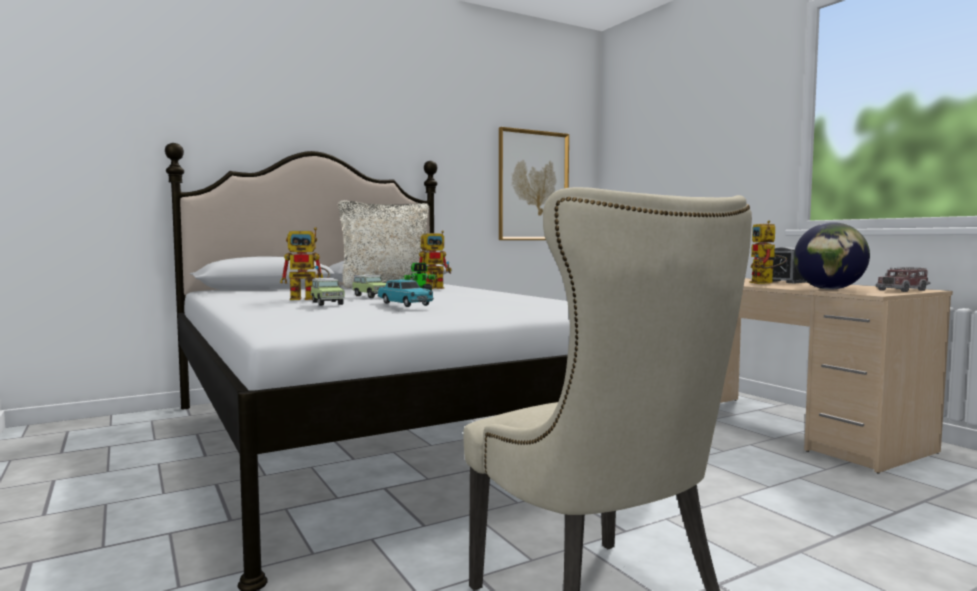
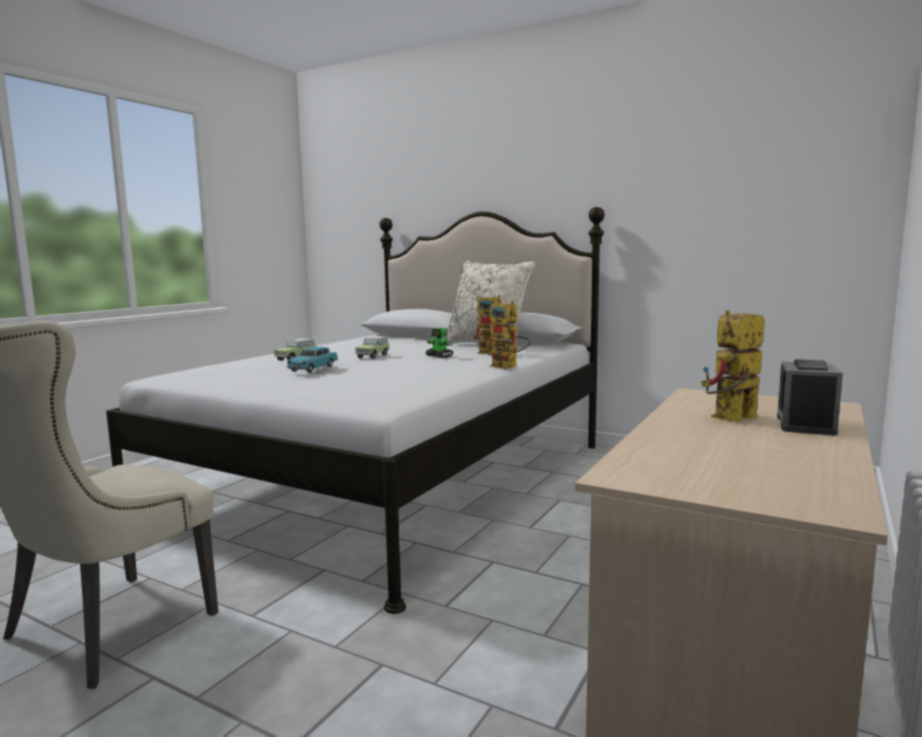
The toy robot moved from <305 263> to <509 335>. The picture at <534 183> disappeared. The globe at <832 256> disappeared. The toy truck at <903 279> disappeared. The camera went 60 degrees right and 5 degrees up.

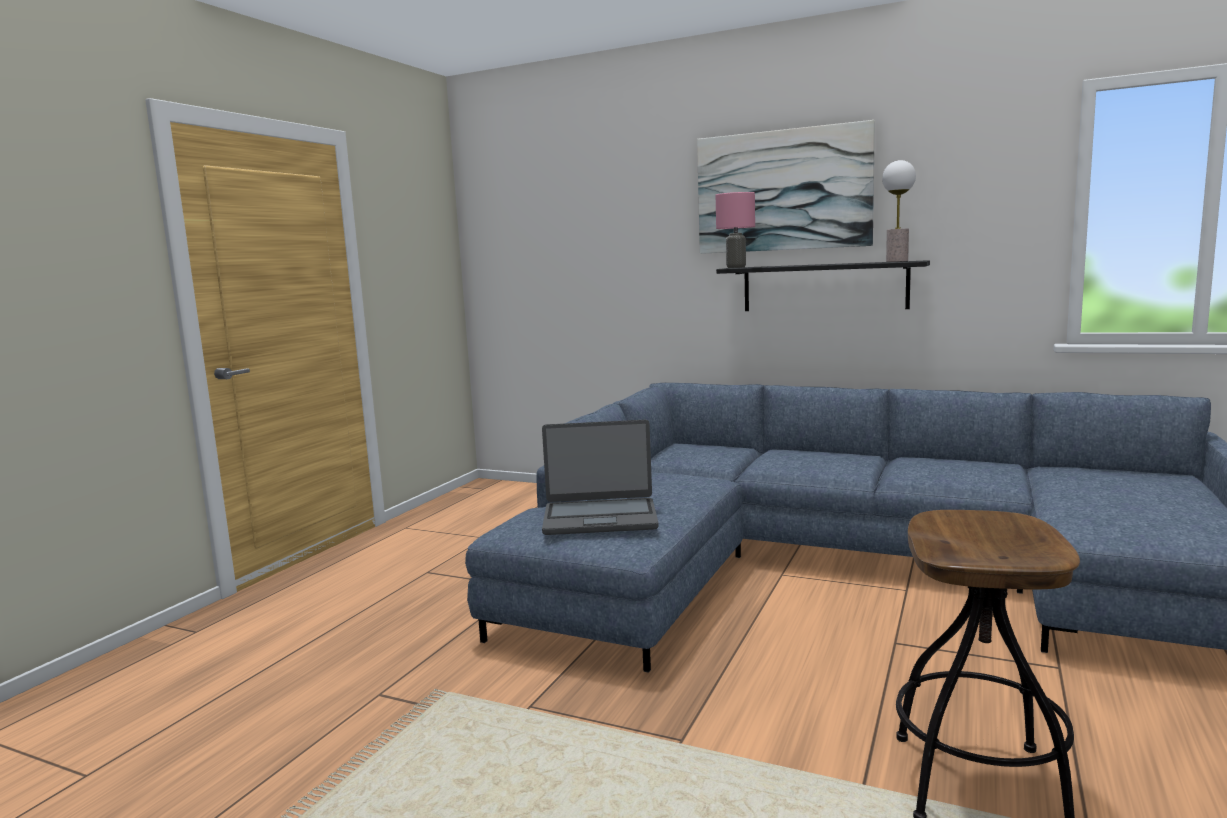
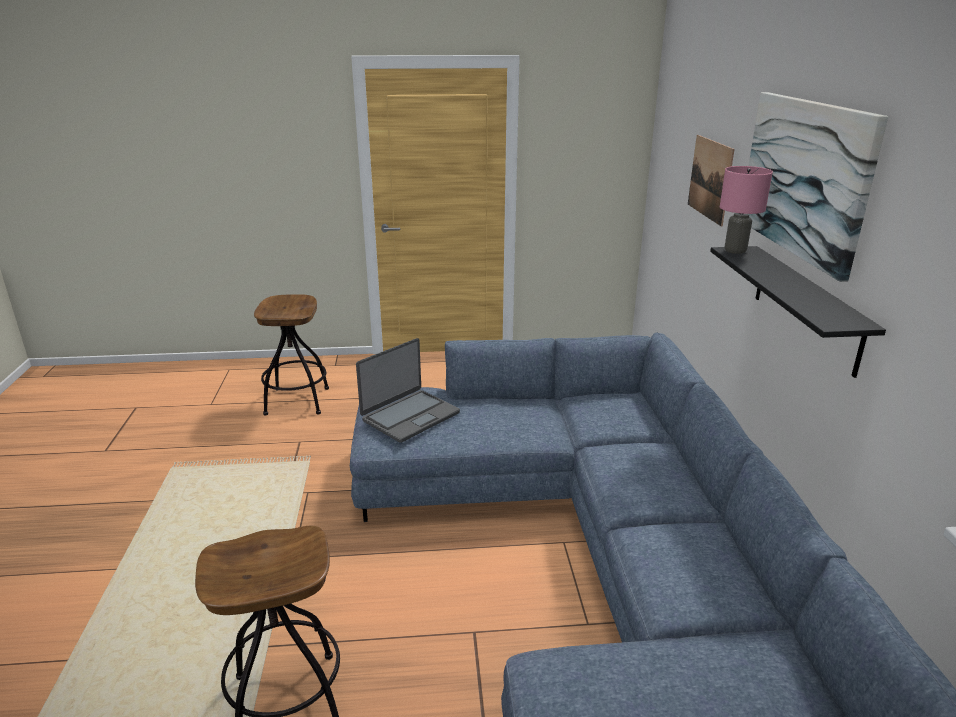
The stool in brown at <291 354> appeared. The laptop at <600 477> turned 105 degrees counterclockwise. The picture at <711 180> appeared. The table lamp at <899 211> disappeared. The camera went 60 degrees right and 15 degrees up.

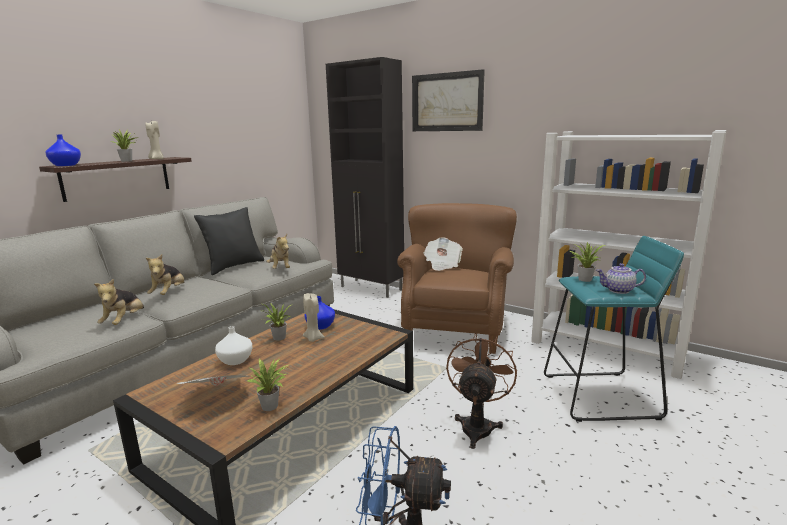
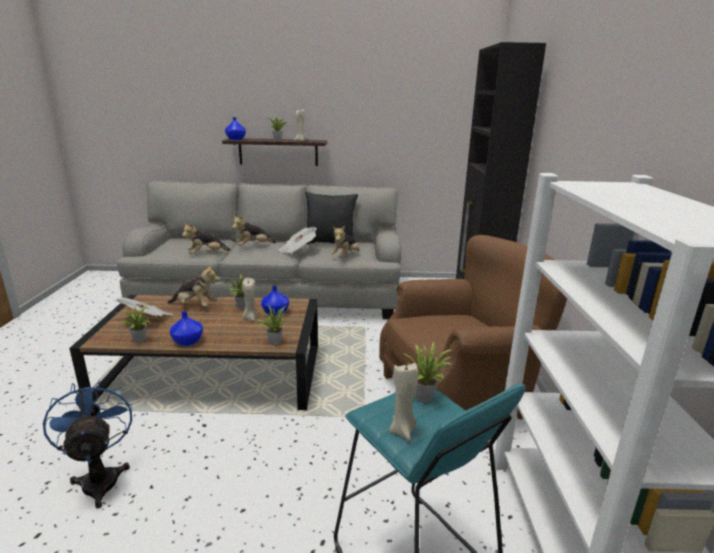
The vase in white at <233 345> was replaced by the plush toy at <193 285>. The vase in blue at <186 328> appeared. The potted plant at <271 325> appeared. The newspaper moved from <443 254> to <297 240>. The teapot at <621 278> was replaced by the candle in beige at <403 402>. The picture at <448 100> disappeared. The fan in brown at <481 391> disappeared. The camera went 55 degrees right and 5 degrees up.

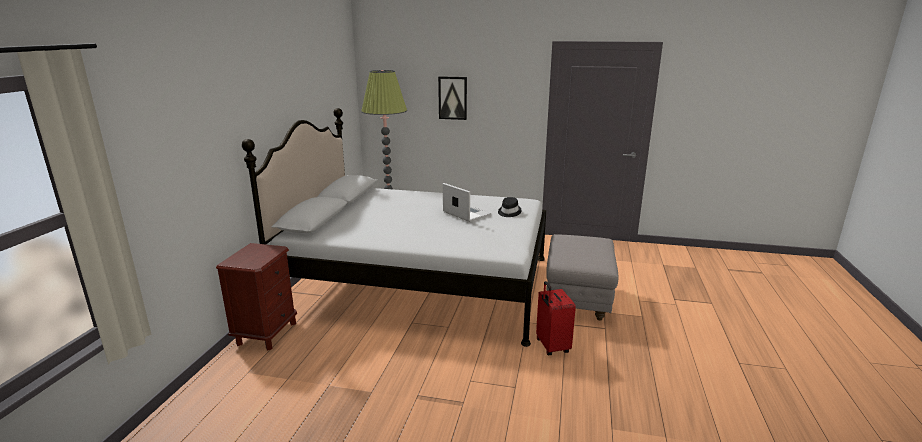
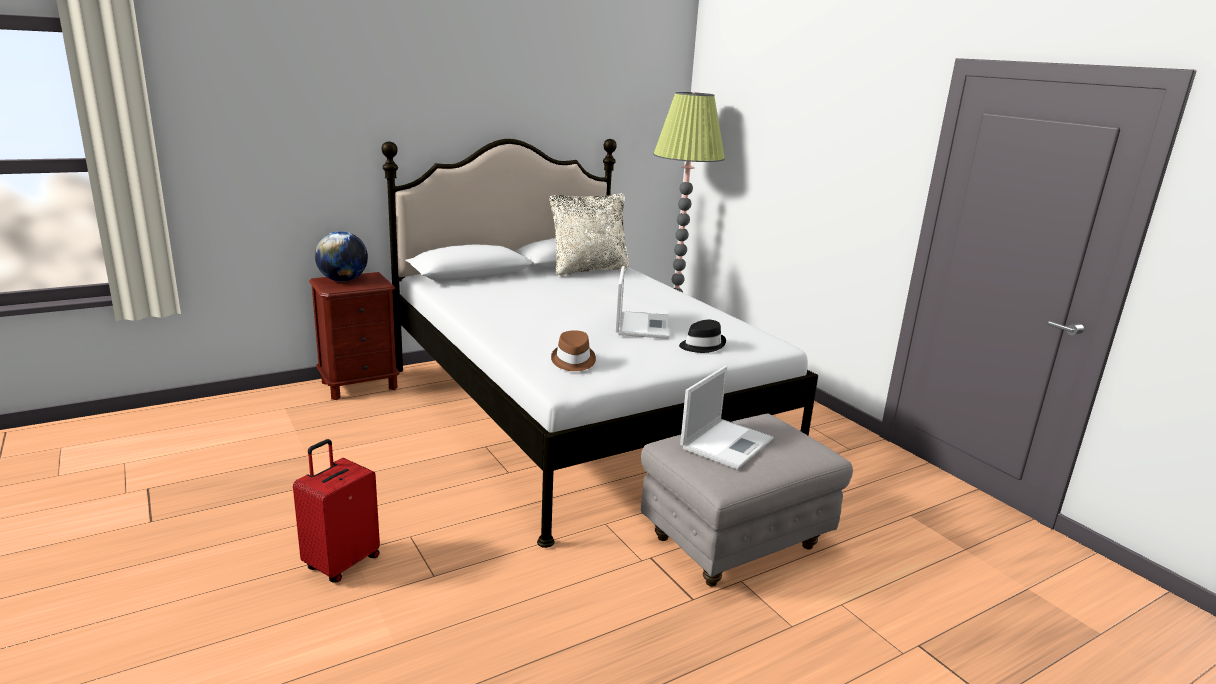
The suitcase in red moved from <556 318> to <336 511>. The globe at <341 256> appeared. The pillow in beige at <588 234> appeared. The hat in brown at <573 350> appeared. The laptop at <727 417> appeared. The picture at <452 98> disappeared. The camera went 45 degrees right and 0 degrees up.

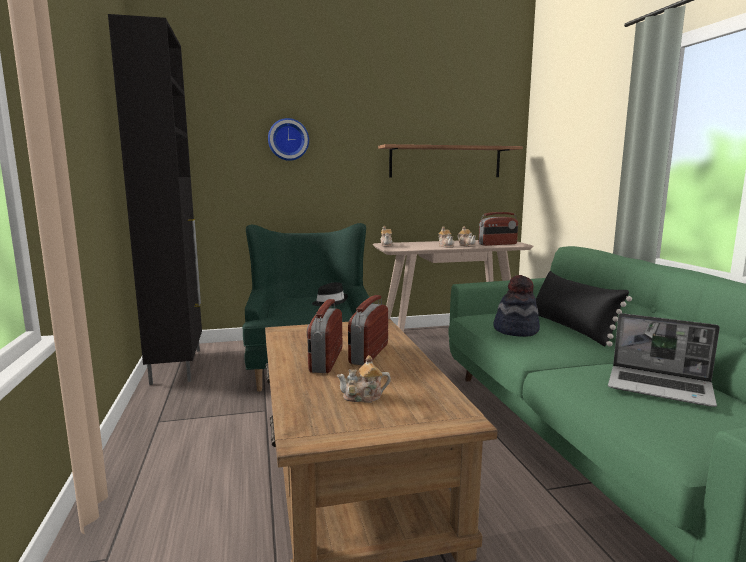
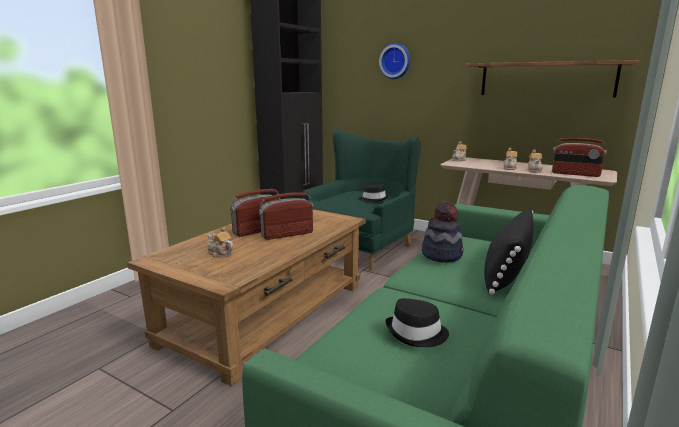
The laptop at <664 360> was replaced by the hat in black at <417 322>. The camera went 45 degrees right and 5 degrees up.

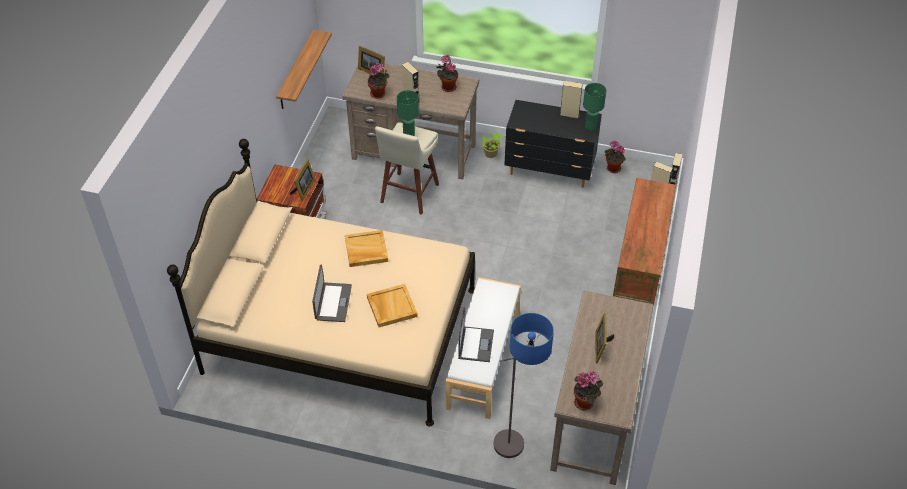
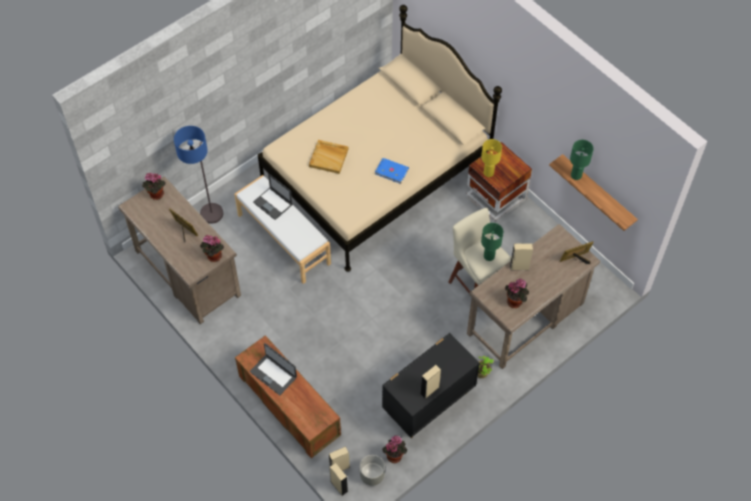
The potted plant moved from <379 81> to <212 248>. The laptop moved from <332 293> to <273 369>. The planter in grey at <372 470> appeared. The tray in beige at <366 248> was replaced by the book in blue at <392 171>. The picture frame at <302 180> was replaced by the table lamp in yellow at <491 158>. The table lamp in green moved from <594 107> to <582 160>. The camera went 125 degrees right and 10 degrees up.

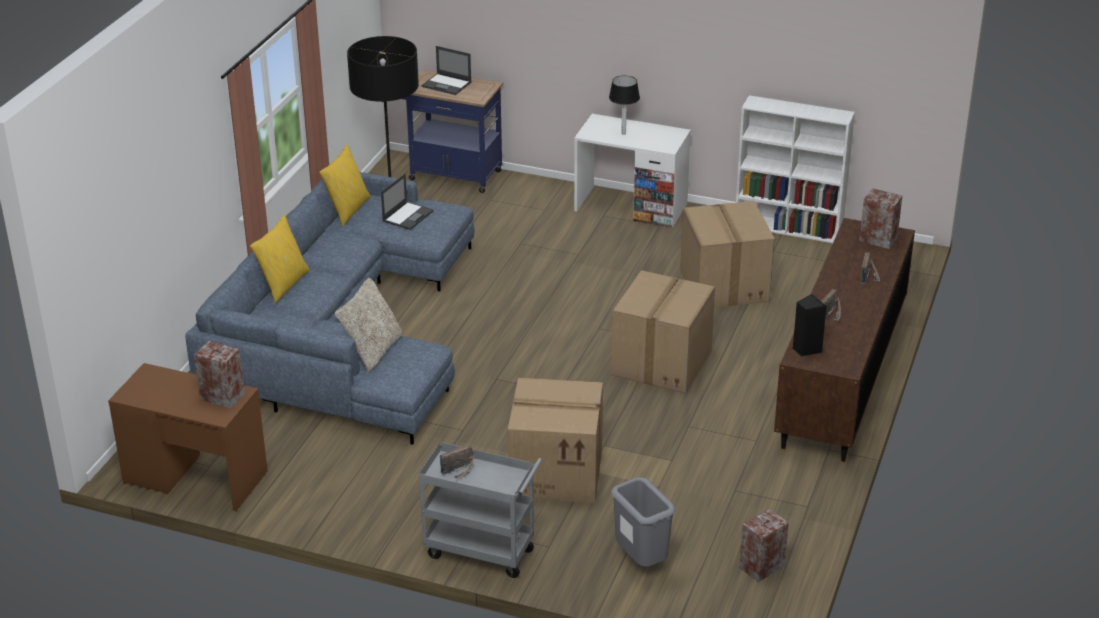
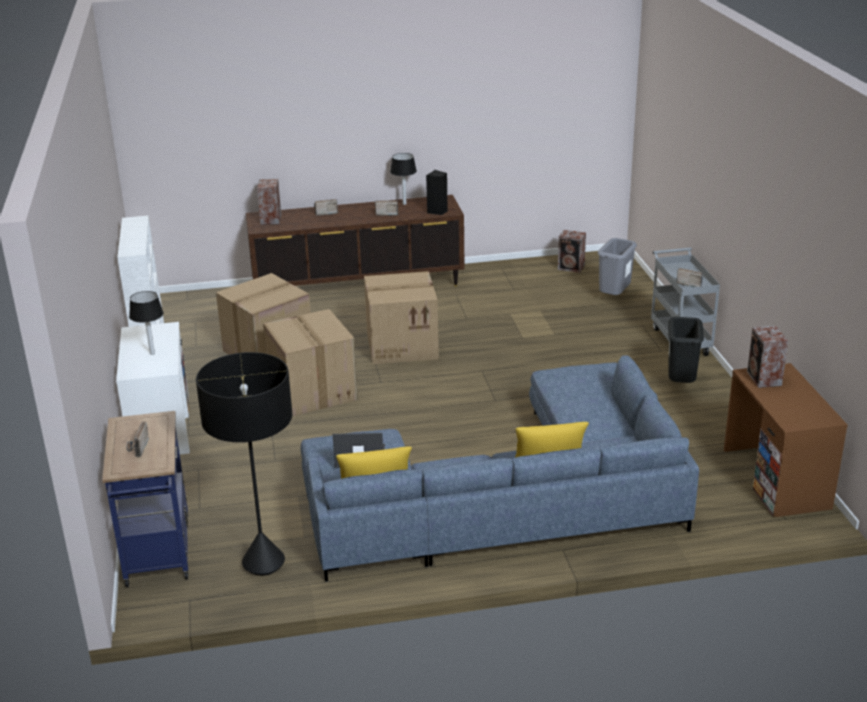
The laptop at <447 70> was replaced by the radio at <138 439>. The cardboard box moved from <555 440> to <310 362>. The table lamp at <403 179> appeared. The trash can in black at <686 350> appeared. The pillow in beige at <368 324> disappeared. The camera went 120 degrees left and 5 degrees down.

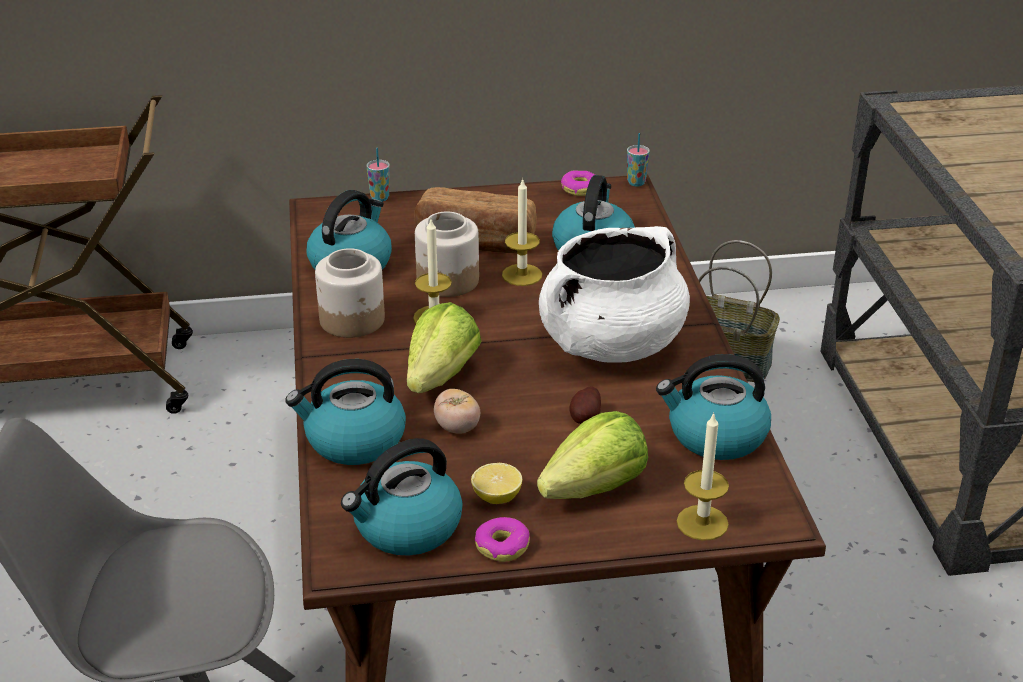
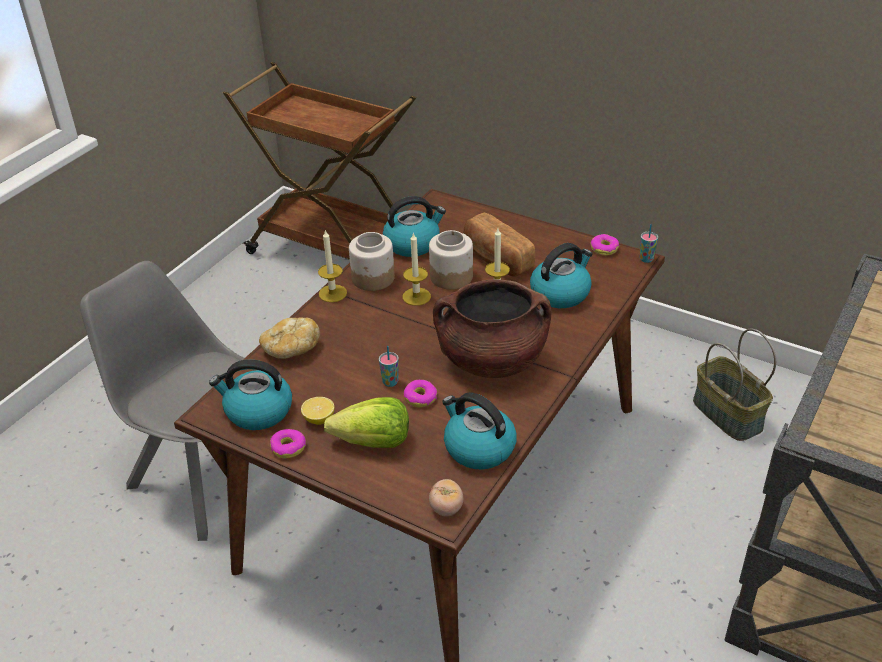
The kettle at <345 412> was replaced by the bread at <289 338>. The candle moved from <703 477> to <332 265>. The cup moved from <378 175> to <389 366>. The potato at <585 405> was replaced by the donut at <420 394>. The tomato moved from <457 411> to <446 497>. The cooking pot in white at <614 294> became the cooking pot in brown at <492 328>. The lettuce at <444 347> disappeared. The camera went 40 degrees right and 5 degrees up.

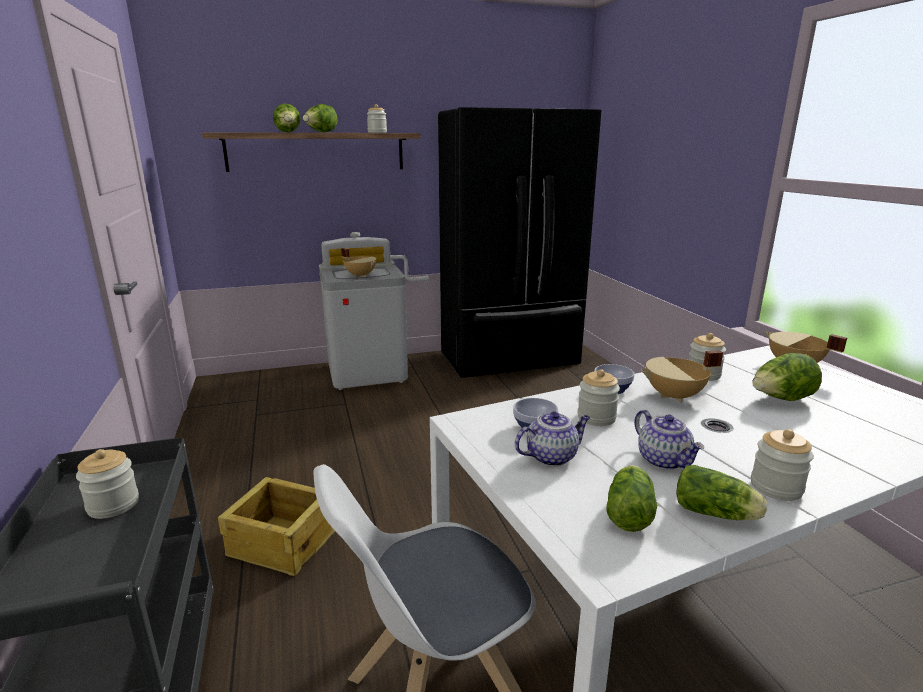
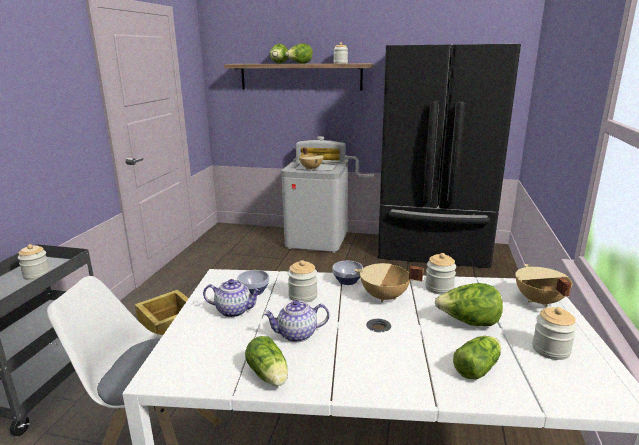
The teapot at <669 440> turned 75 degrees clockwise. The lettuce moved from <631 498> to <477 358>. The jar moved from <782 465> to <554 333>. The camera went 30 degrees right and 0 degrees up.

